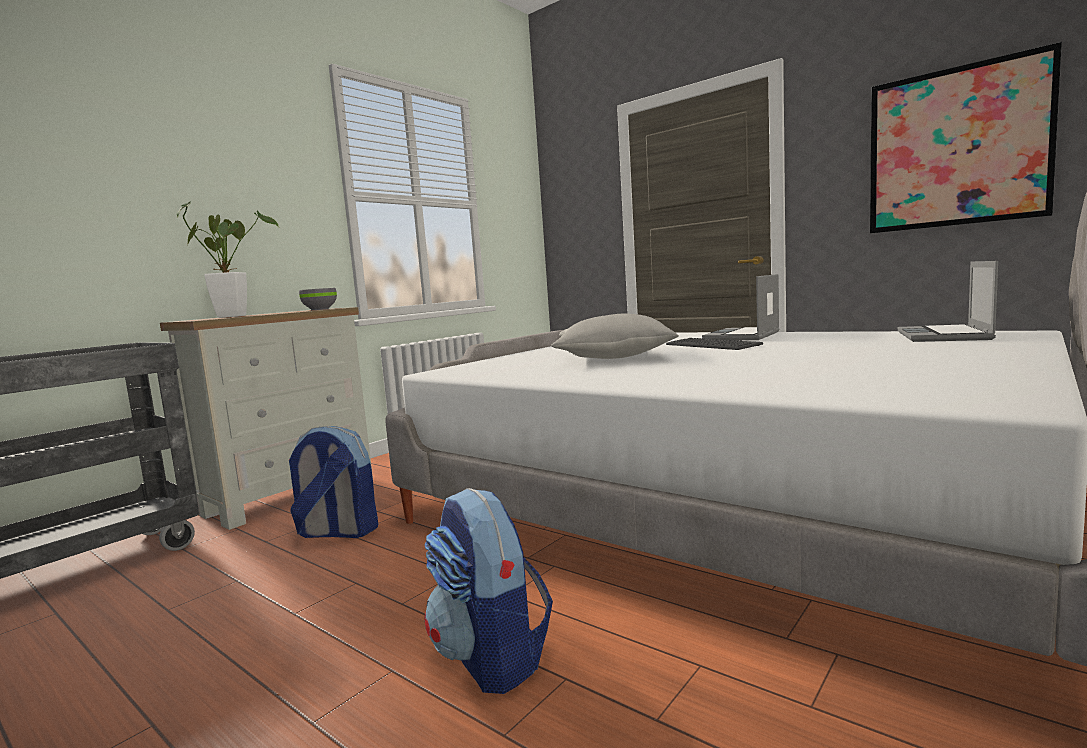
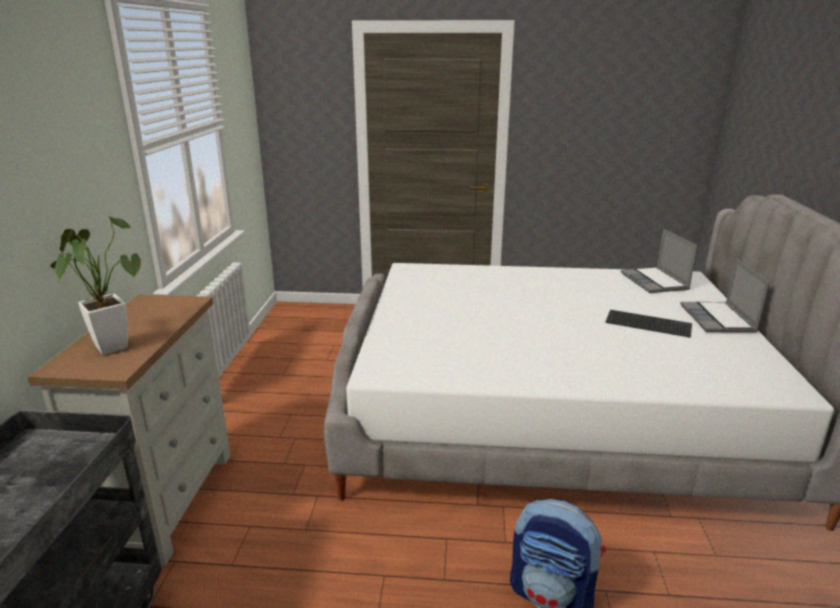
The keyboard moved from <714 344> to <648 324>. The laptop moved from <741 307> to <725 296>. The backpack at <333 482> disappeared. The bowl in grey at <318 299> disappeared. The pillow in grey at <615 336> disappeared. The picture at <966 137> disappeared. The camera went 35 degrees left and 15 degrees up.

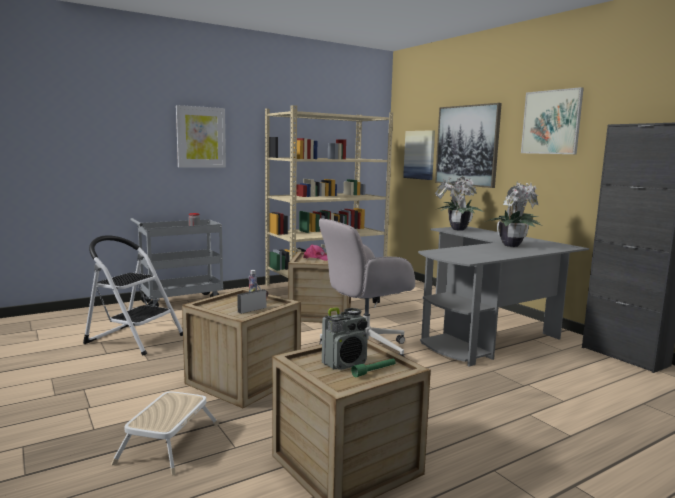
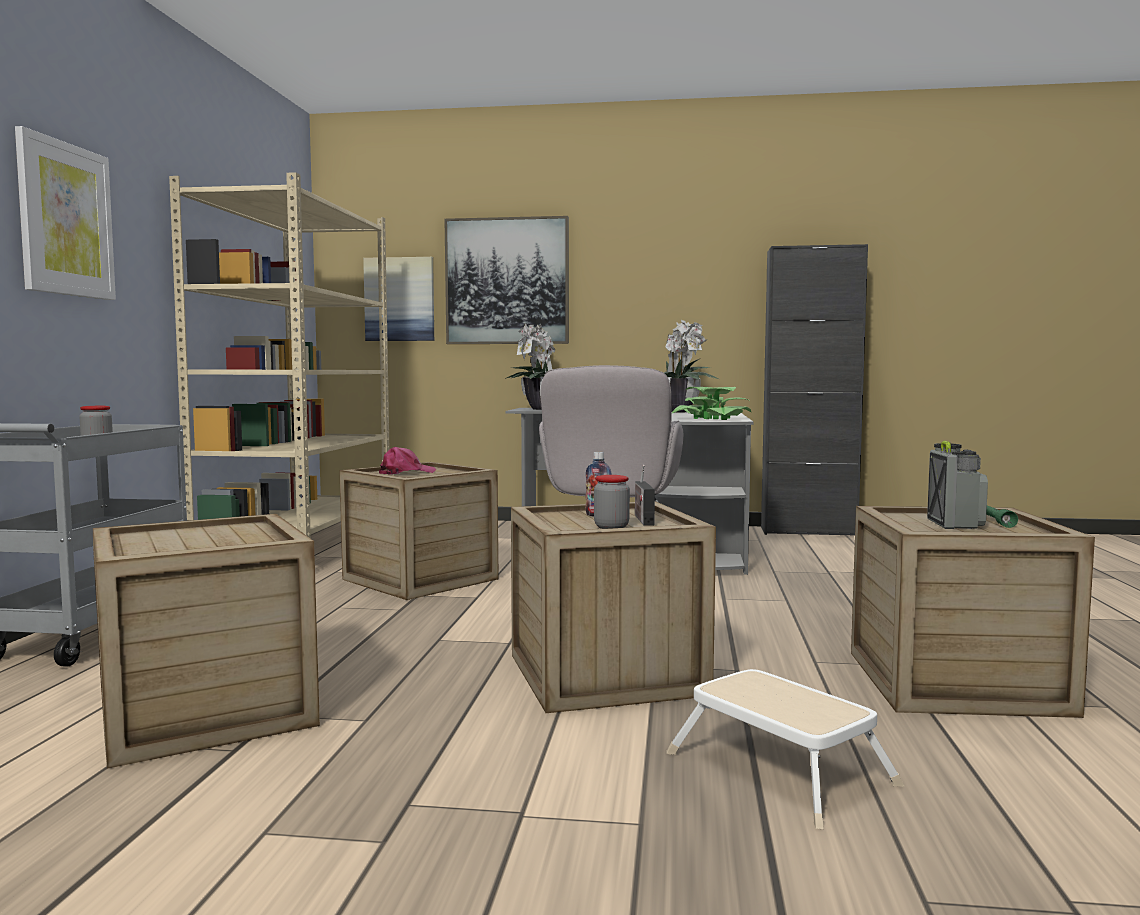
The step ladder at <133 295> was replaced by the crate at <206 641>. The jar at <612 502> appeared. The potted plant at <711 403> appeared. The picture at <552 120> disappeared. The camera went 50 degrees left and 5 degrees down.

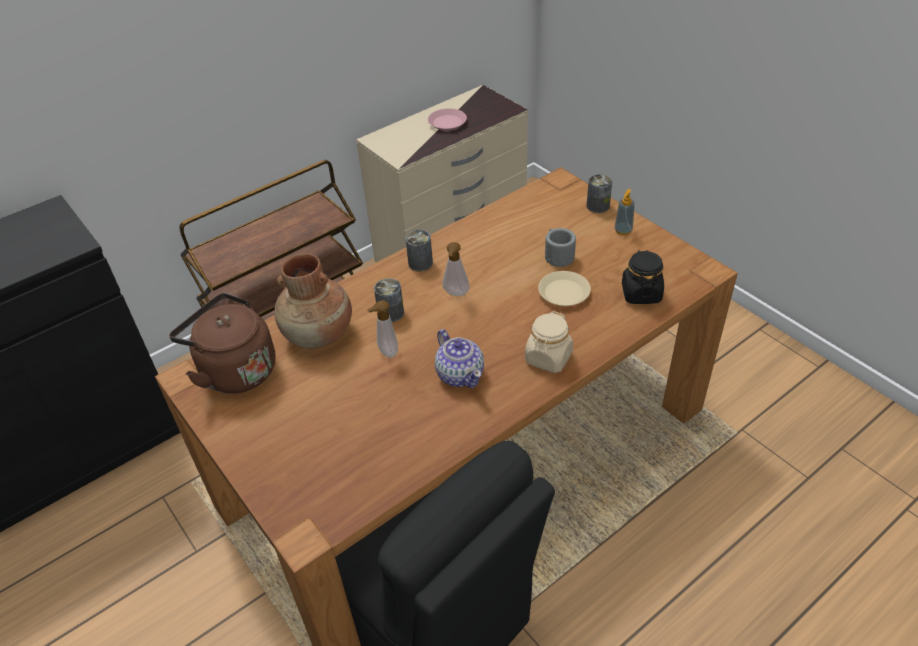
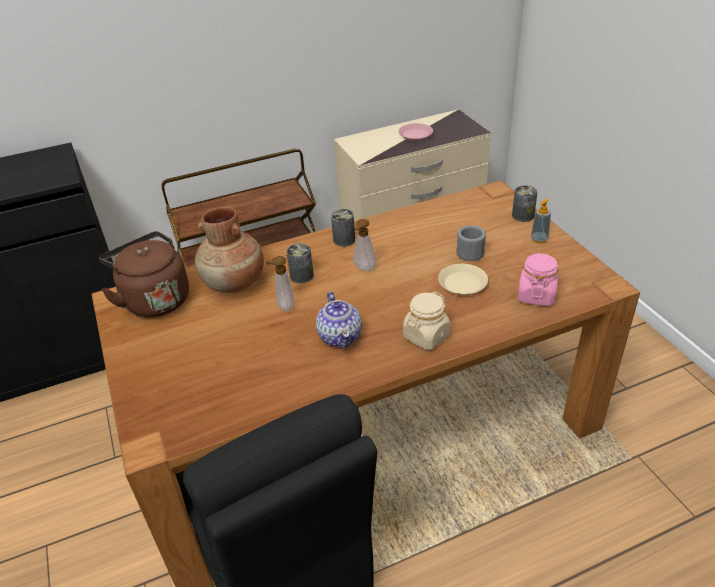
The jar in black at <643 277> became the jar in pink at <538 279>. The camera went 15 degrees right and 5 degrees down.

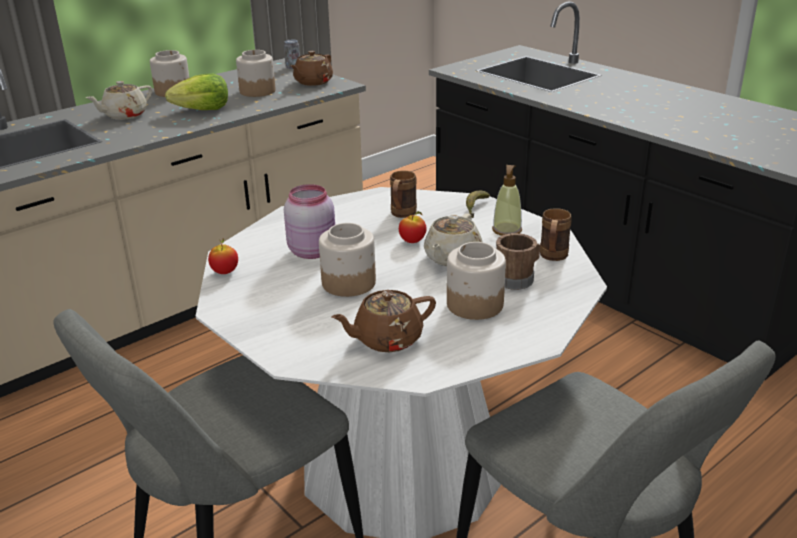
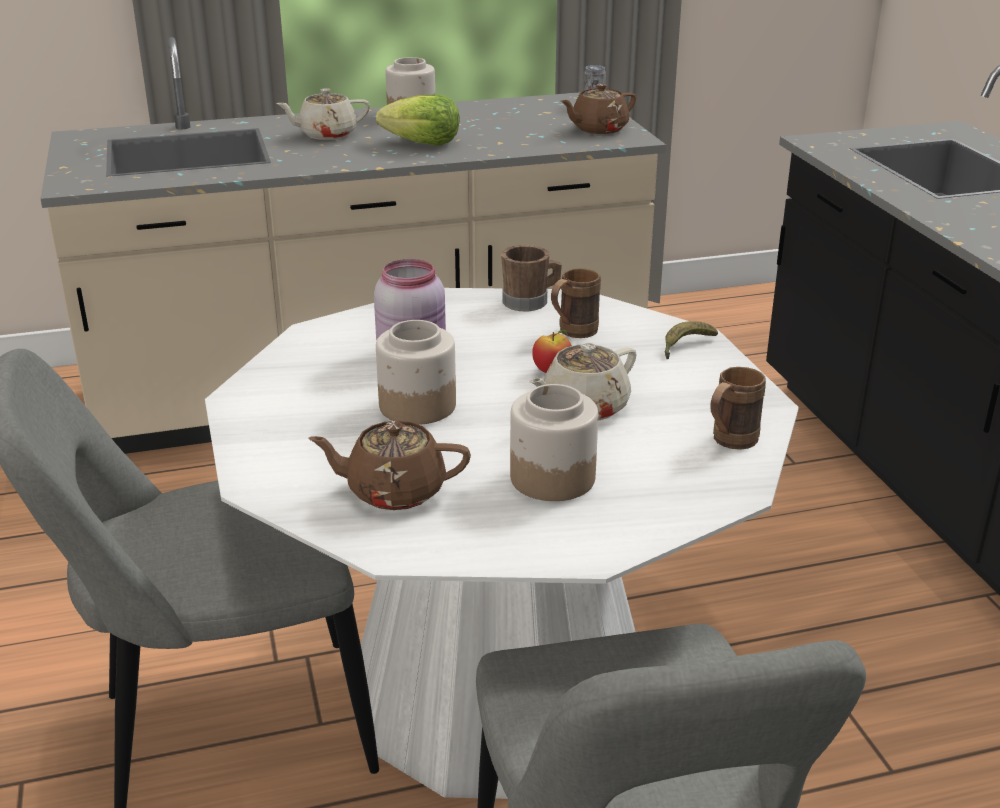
The mug in brown moved from <518 261> to <531 278>. The apple at <223 256> disappeared. The jar at <256 73> disappeared. The soap dispenser at <507 200> disappeared. The camera went 25 degrees right and 0 degrees up.

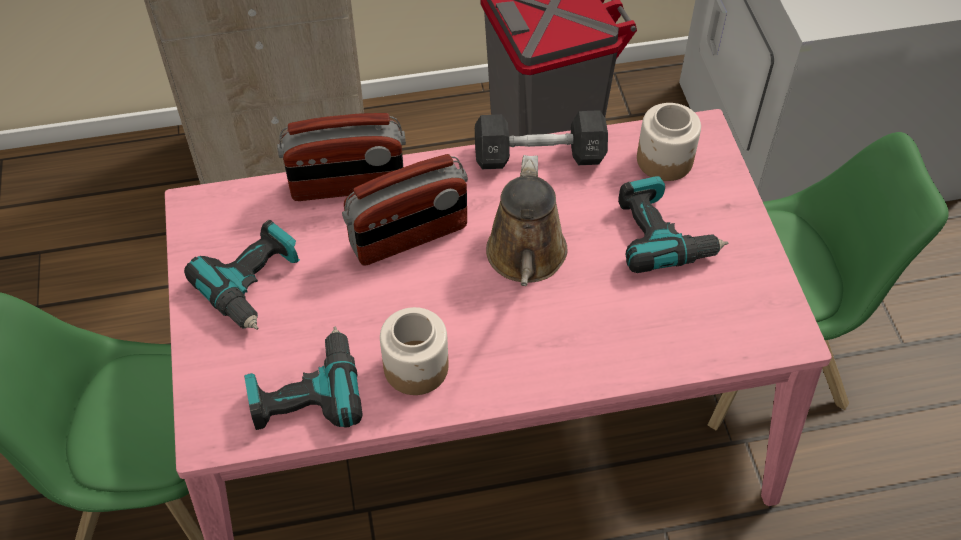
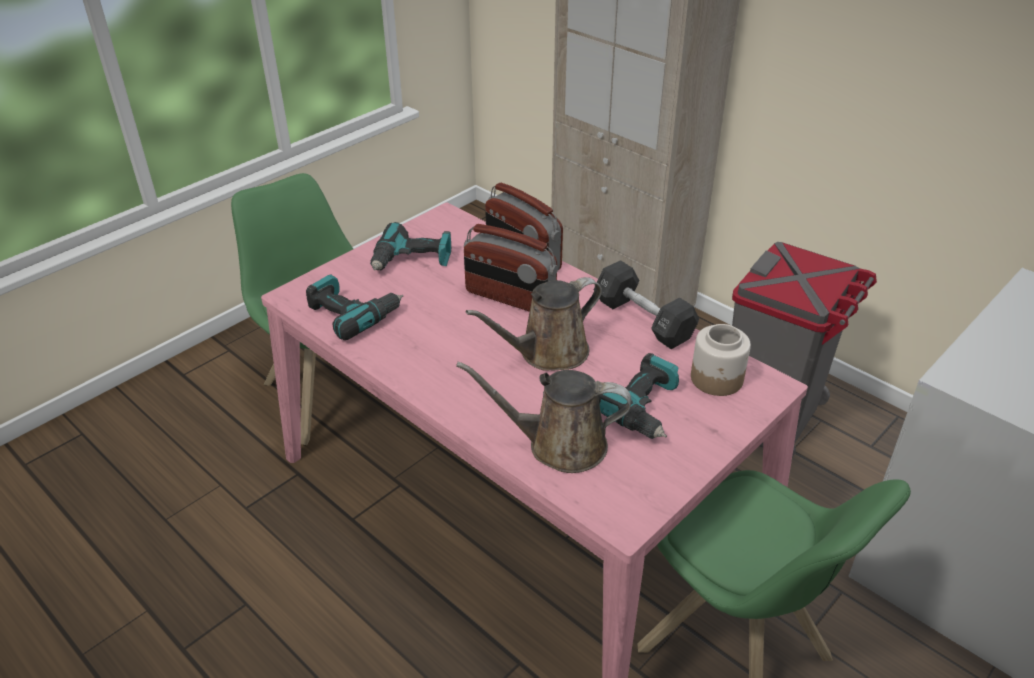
The watering can in brown at <543 417> appeared. The jar at <414 351> disappeared. The camera went 55 degrees right and 15 degrees down.

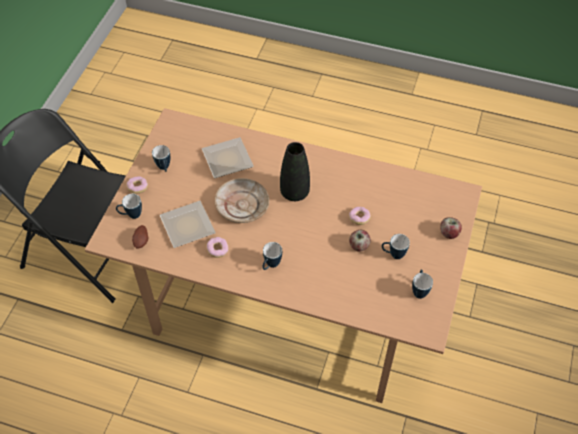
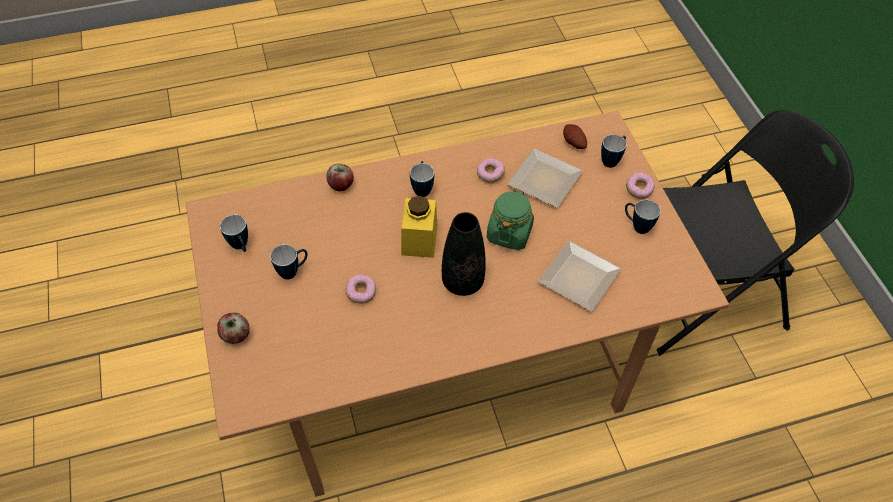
The apple moved from <360 241> to <340 177>. The jar in yellow at <419 227> appeared. The plate in beige at <242 200> was replaced by the jar in green at <510 219>. The camera went 145 degrees right and 0 degrees up.

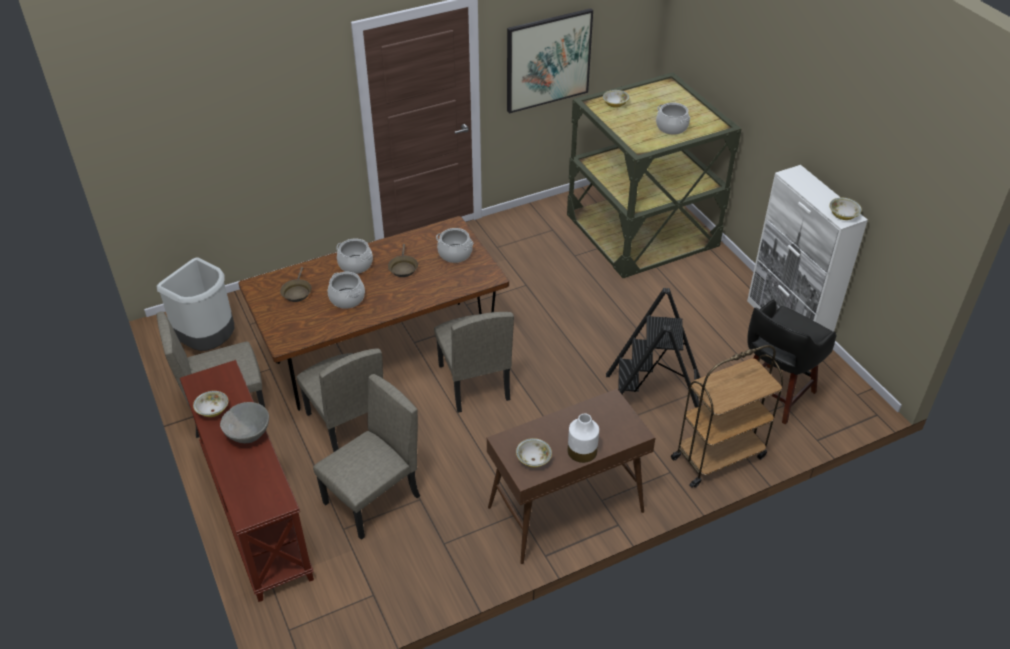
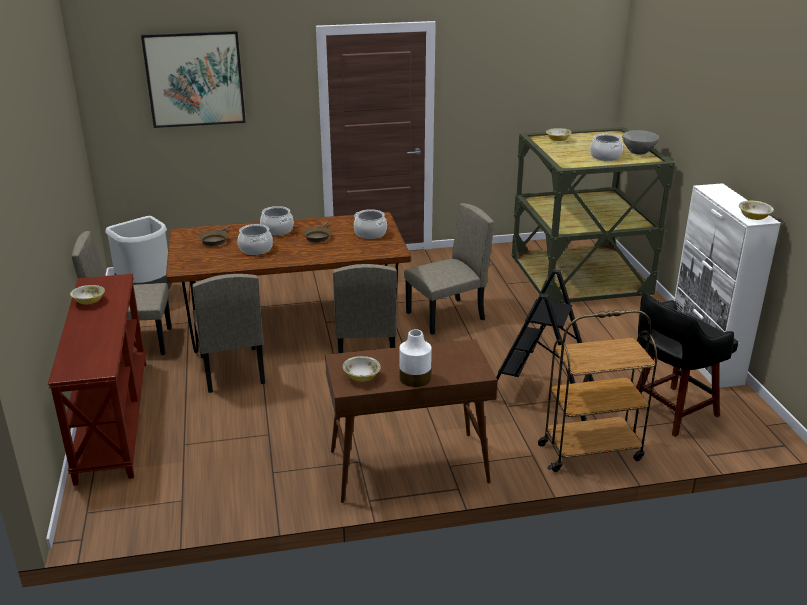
The picture moved from <550 60> to <193 79>. The chair in beige moved from <366 457> to <449 269>. The bowl in grey moved from <244 422> to <640 142>. The camera went 15 degrees right and 15 degrees down.

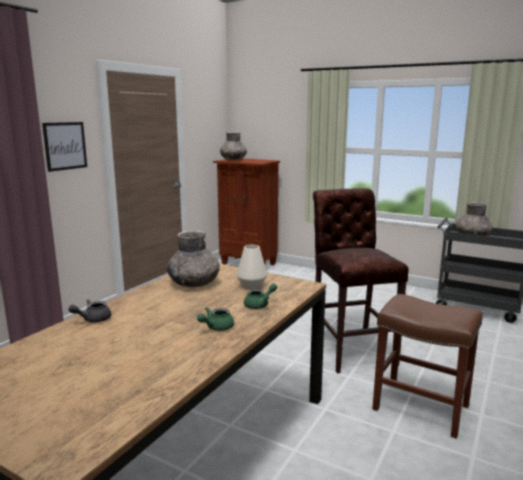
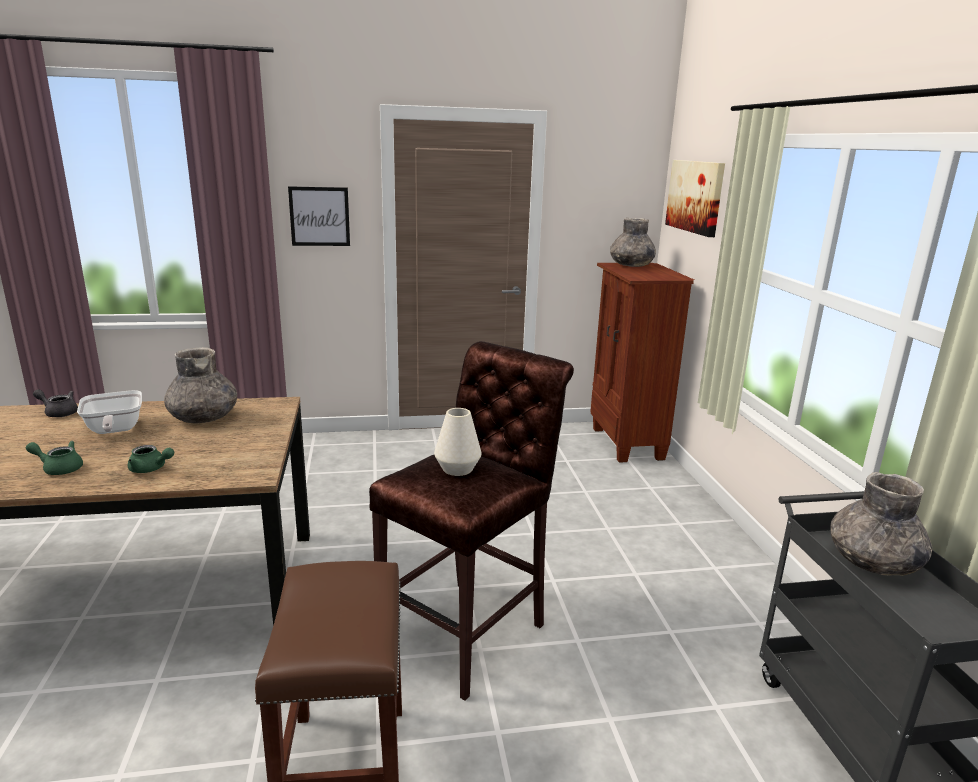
The frying pan at <109 412> appeared. The vase in white moved from <252 267> to <458 442>. The picture at <695 198> appeared. The camera went 50 degrees right and 5 degrees up.

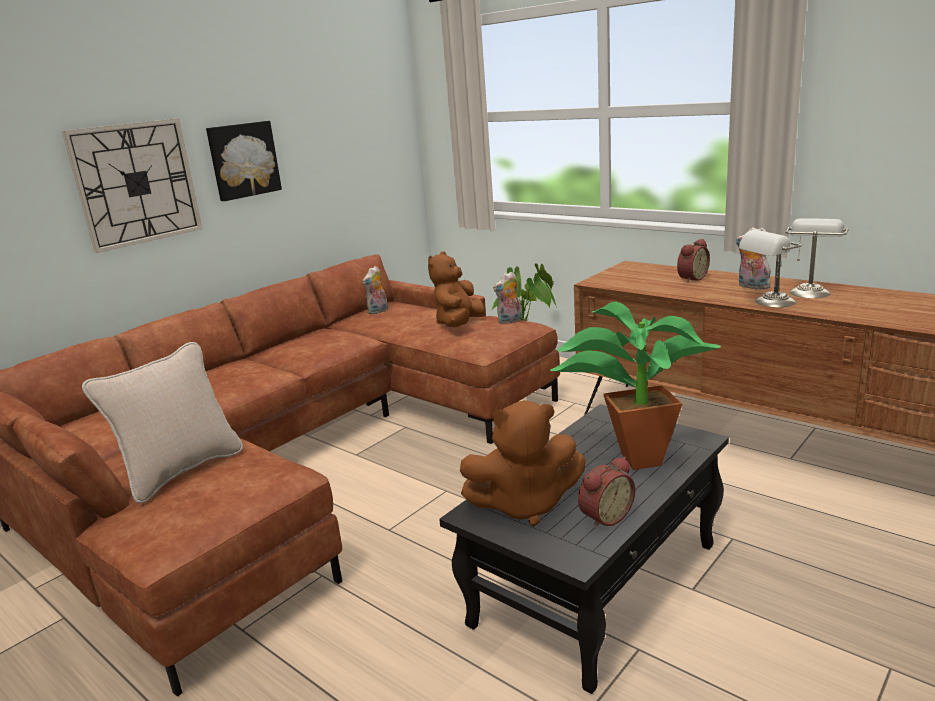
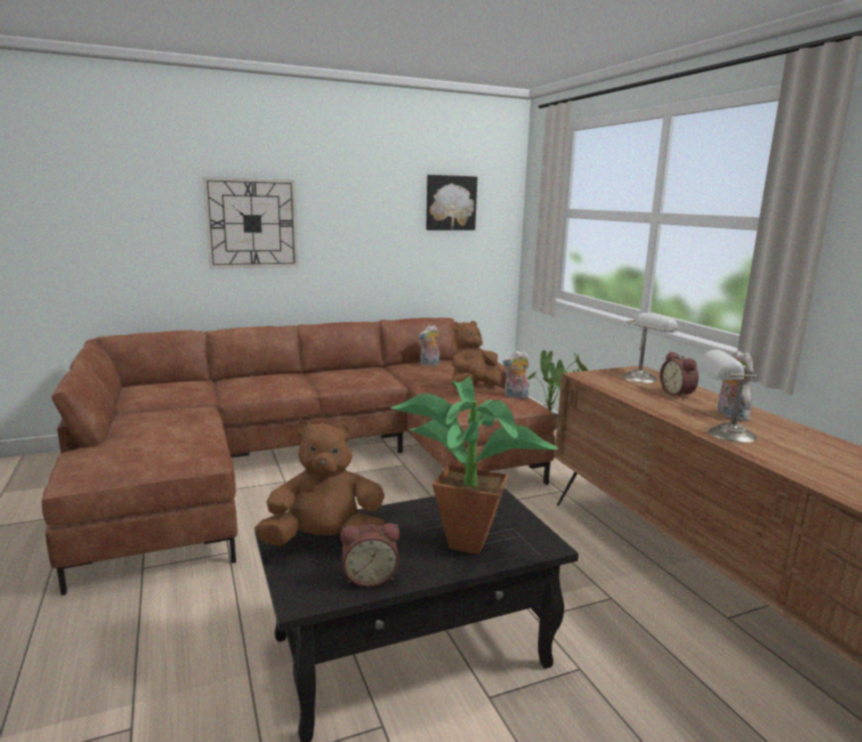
The plush toy in brown at <523 463> turned 150 degrees clockwise. The picture moved from <244 161> to <452 202>. The table lamp in white moved from <817 258> to <650 348>. The alarm clock at <693 261> turned 90 degrees clockwise. The pillow in beige at <162 422> disappeared. The camera went 25 degrees right and 5 degrees down.

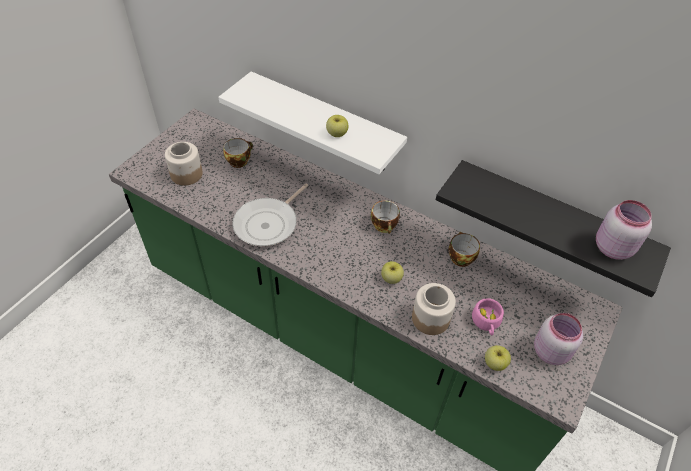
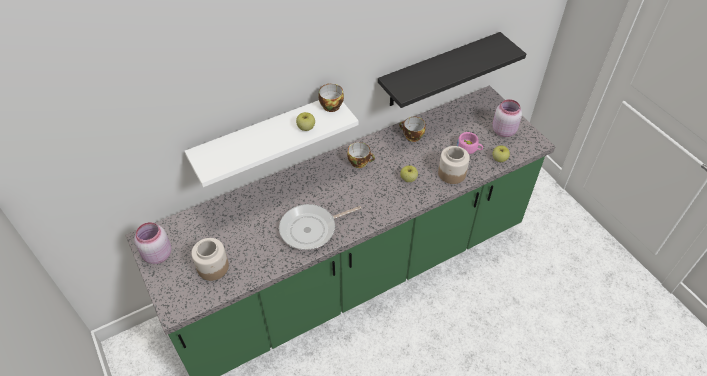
The jar in pink moved from <624 230> to <152 243>. The frying pan at <270 215> turned 90 degrees clockwise. The cup moved from <238 153> to <331 97>. The camera went 60 degrees left and 0 degrees up.

